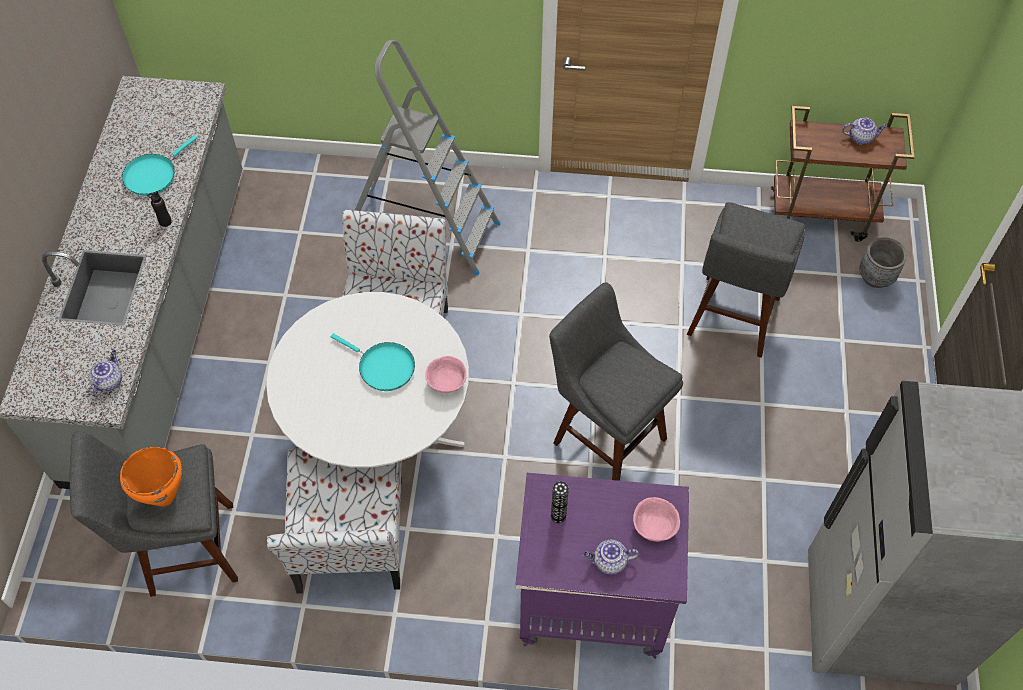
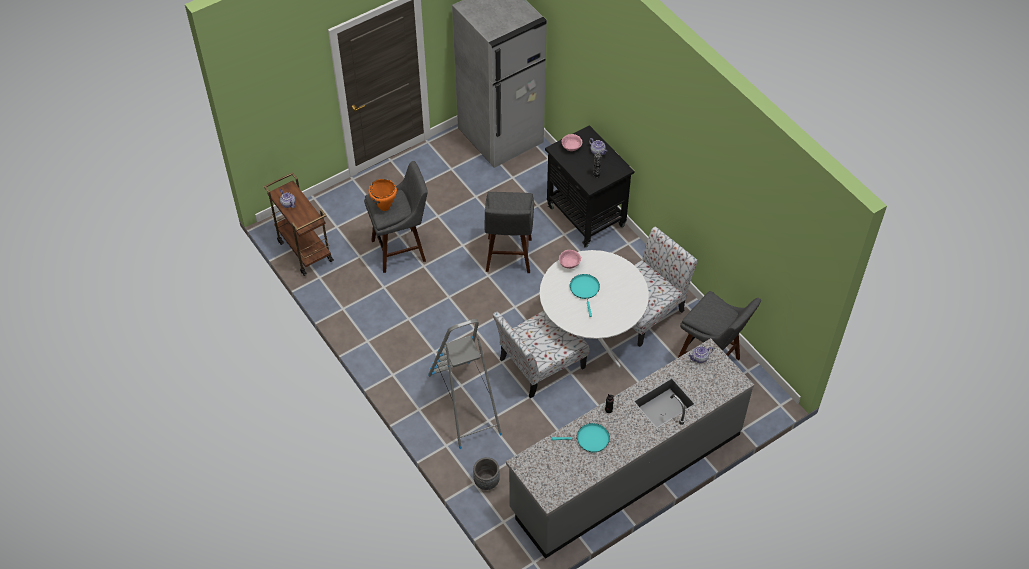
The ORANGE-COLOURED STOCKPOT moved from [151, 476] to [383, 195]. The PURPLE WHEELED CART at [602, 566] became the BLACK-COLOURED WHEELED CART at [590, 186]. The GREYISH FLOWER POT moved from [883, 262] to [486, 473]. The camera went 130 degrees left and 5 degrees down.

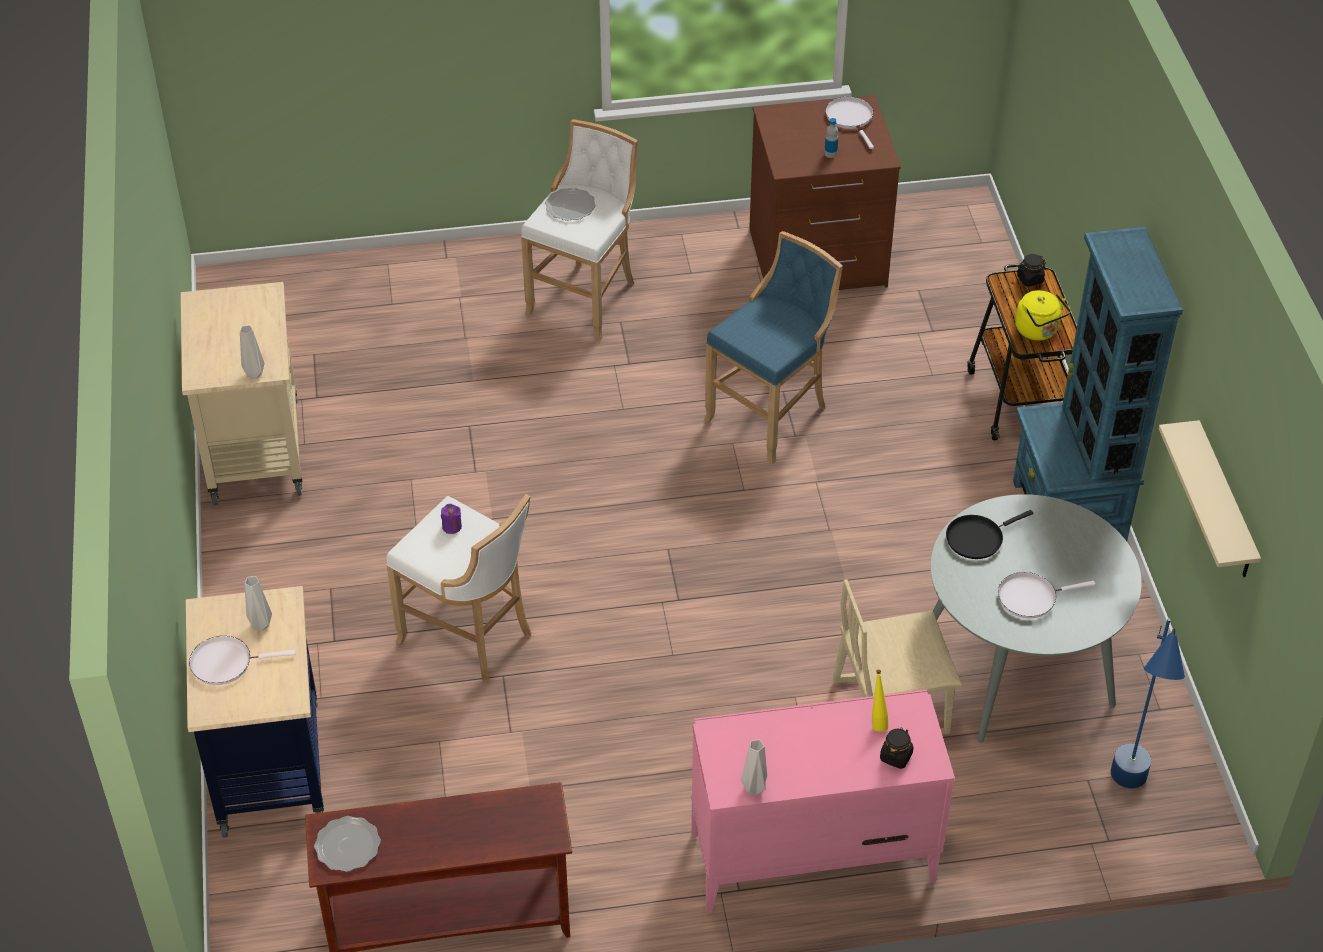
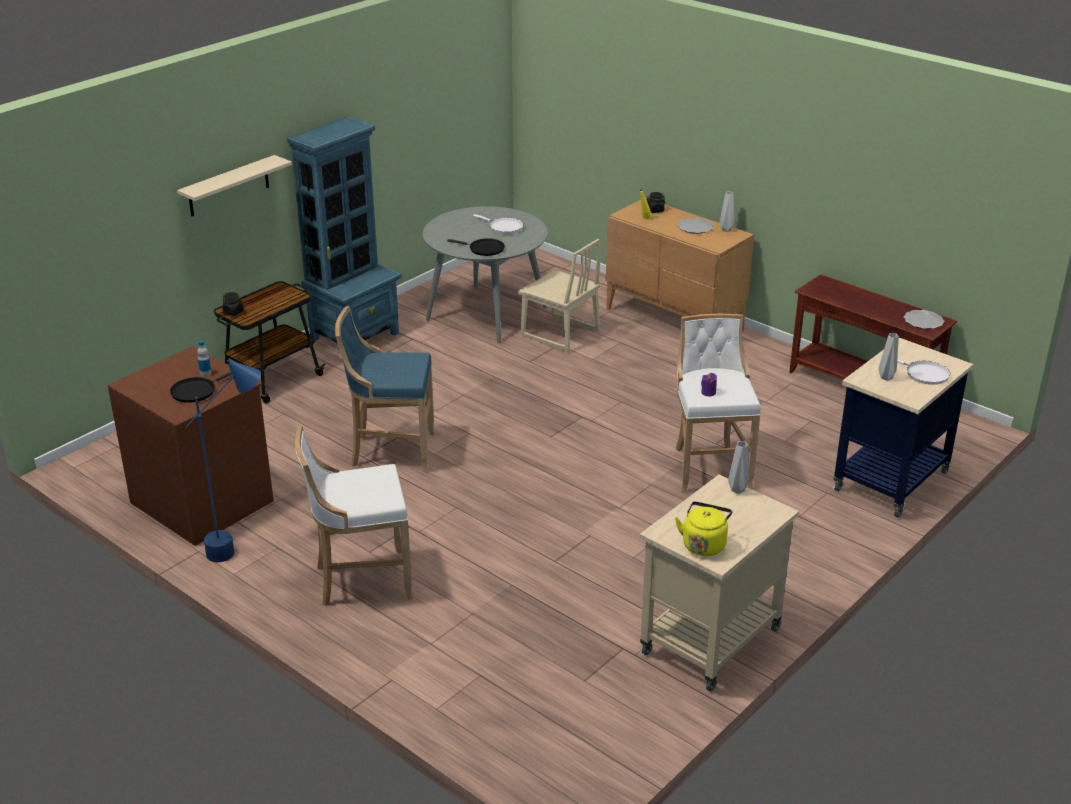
The PLATE moved from [570, 204] to [695, 226]. The PINKISH CABINET at [823, 801] became the BROWNISH CABINET at [680, 266]. The WHITE-COLOURED SKILLET at [849, 123] disappeared. The YELLOW TEA KETTLE moved from [1043, 315] to [703, 528]. The BLUE STANDARD LAMP moved from [1148, 703] to [223, 461]. The BEIGE-COLOURED WALL SHELF moved from [1209, 498] to [234, 185]. The BLACK-COLOURED SKILLET at [201, 387] appeared. The camera went 130 degrees left and 15 degrees down.

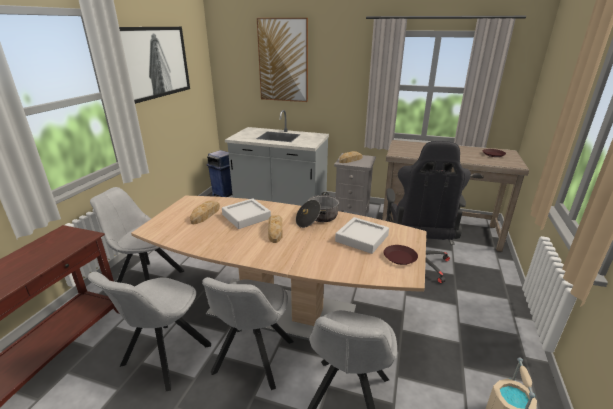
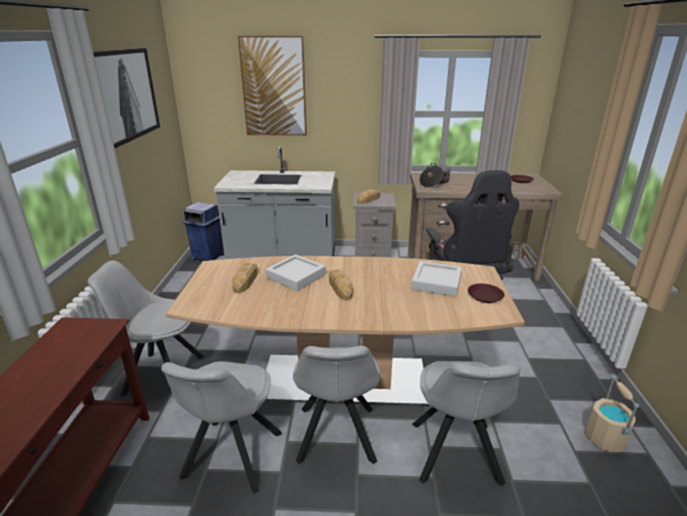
The STOCKPOT moved from [317, 210] to [435, 175]. The camera went 15 degrees left and 0 degrees up.

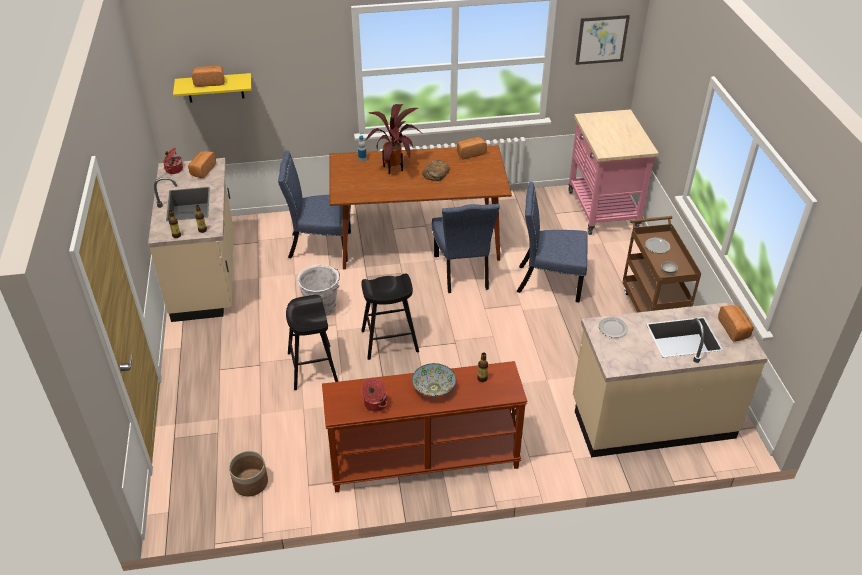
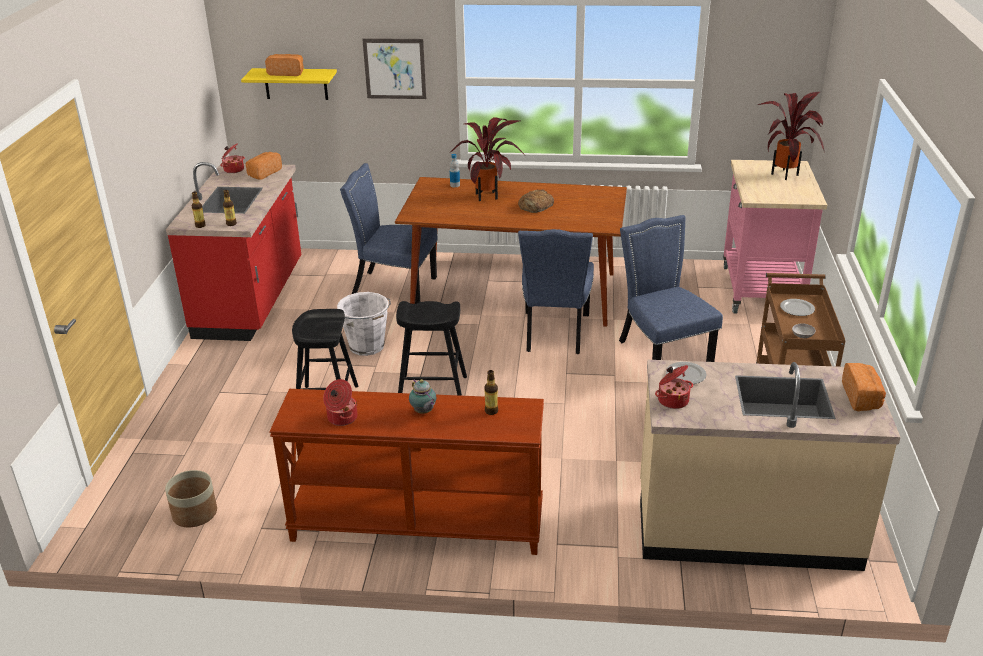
The BEIGE-COLOURED KITCHEN BASE UNIT at [190, 240] became the REDDISH KITCHEN BASE UNIT at [233, 251]. The BOWL at [434, 380] was replaced by the TEAPOT at [422, 396]. The BAKERY BREAD at [472, 148] disappeared. The BLUE UPRIGHT CHAIR at [552, 242] turned 45 degrees clockwise. The PICTURE moved from [603, 40] to [394, 68]. The STOCKPOT at [674, 387] appeared. The POTTED PLANT at [791, 136] appeared. The camera went 15 degrees right and 10 degrees down.

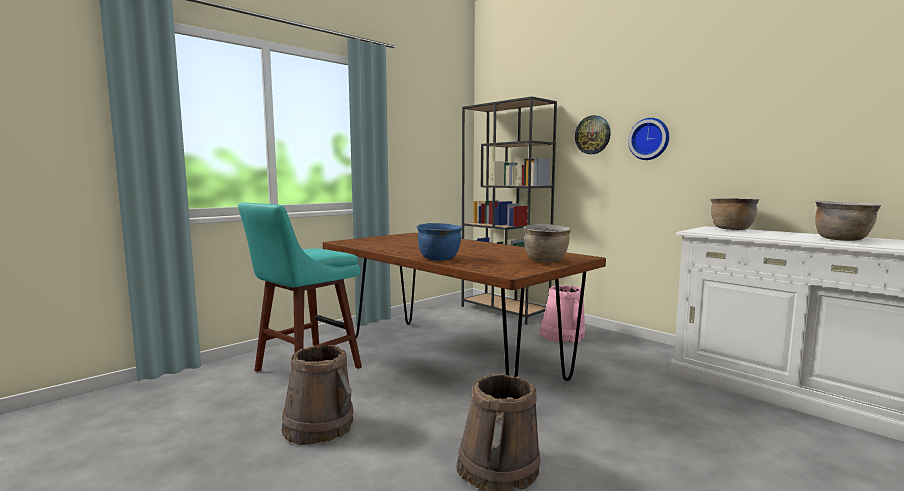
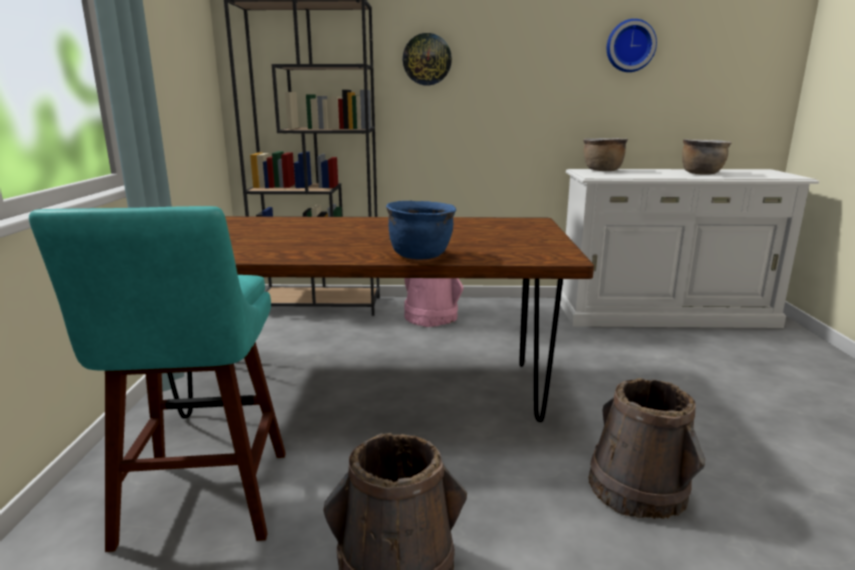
The BROWNISH STOCKPOT at [547, 243] disappeared. The WALL CLOCK moved from [648, 139] to [632, 45]. The camera went 45 degrees left and 10 degrees up.

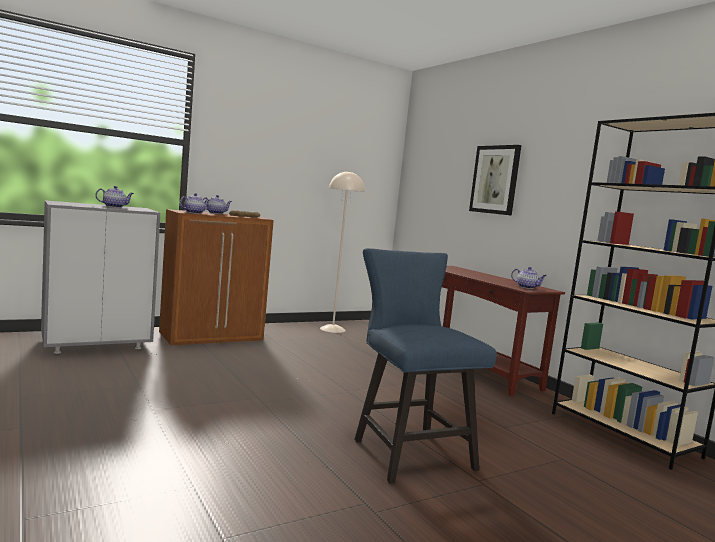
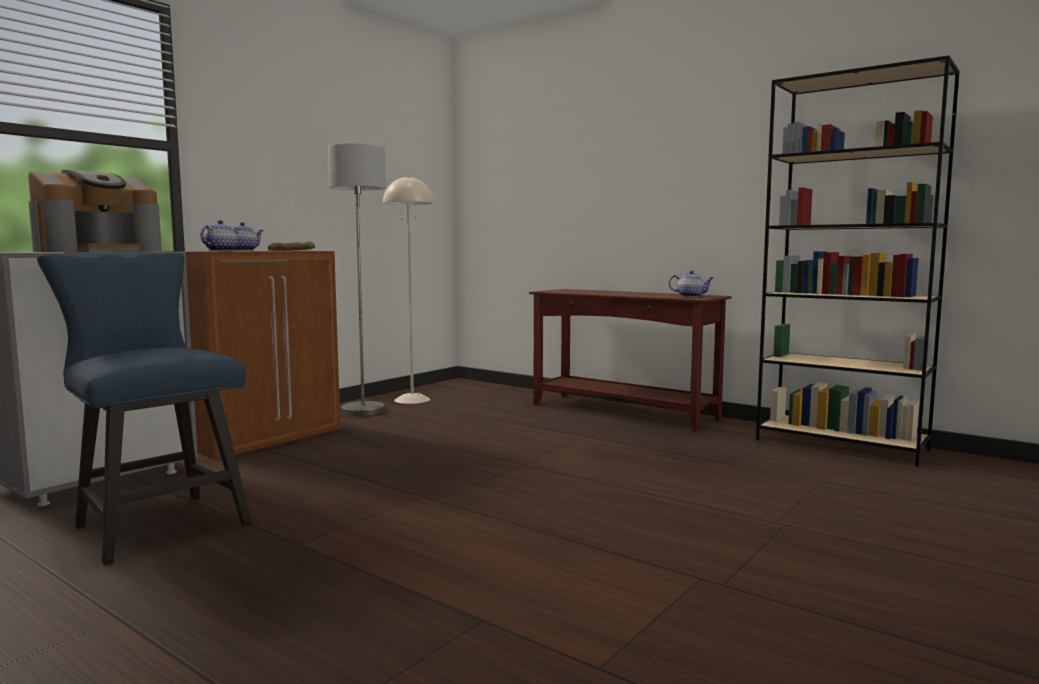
The TEAPOT at [114, 197] was replaced by the COFFEE MACHINE at [95, 211]. The BLUE UPRIGHT CHAIR moved from [426, 366] to [144, 409]. The PICTURE at [495, 180] disappeared. The GREYISH STANDARD LAMP at [357, 279] appeared. The camera went 20 degrees left and 0 degrees up.

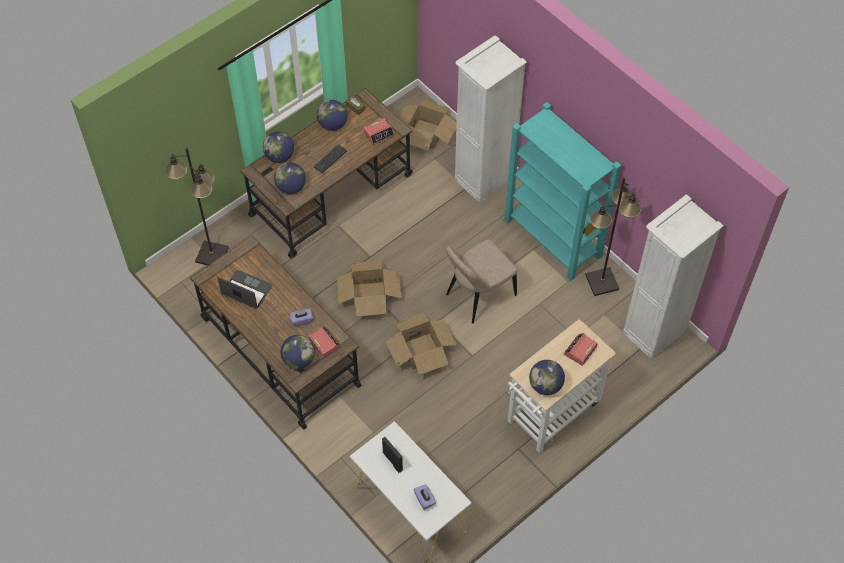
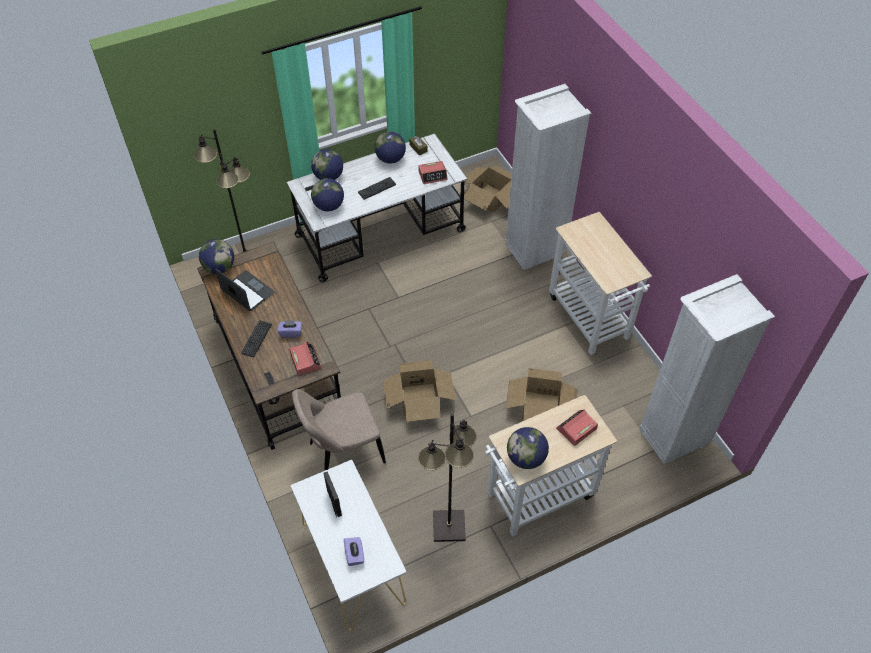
The BROWNISH DESK TABLE at [326, 173] became the WHITE-COLOURED DESK TABLE at [376, 208]. The GLOBE moved from [297, 352] to [216, 256]. The PACKING BOX moved from [369, 289] to [542, 394]. The BEIGE-COLOURED UPRIGHT CHAIR moved from [481, 281] to [339, 430]. The TURQUOISE-COLOURED SHELVING UNIT at [562, 191] was replaced by the WHITE-COLOURED WHEELED CART at [600, 283]. The BLACK-COLOURED STANDARD LAMP moved from [613, 236] to [447, 477]. The KEYBOARD at [256, 338] appeared. The camera went 15 degrees right and 5 degrees down.

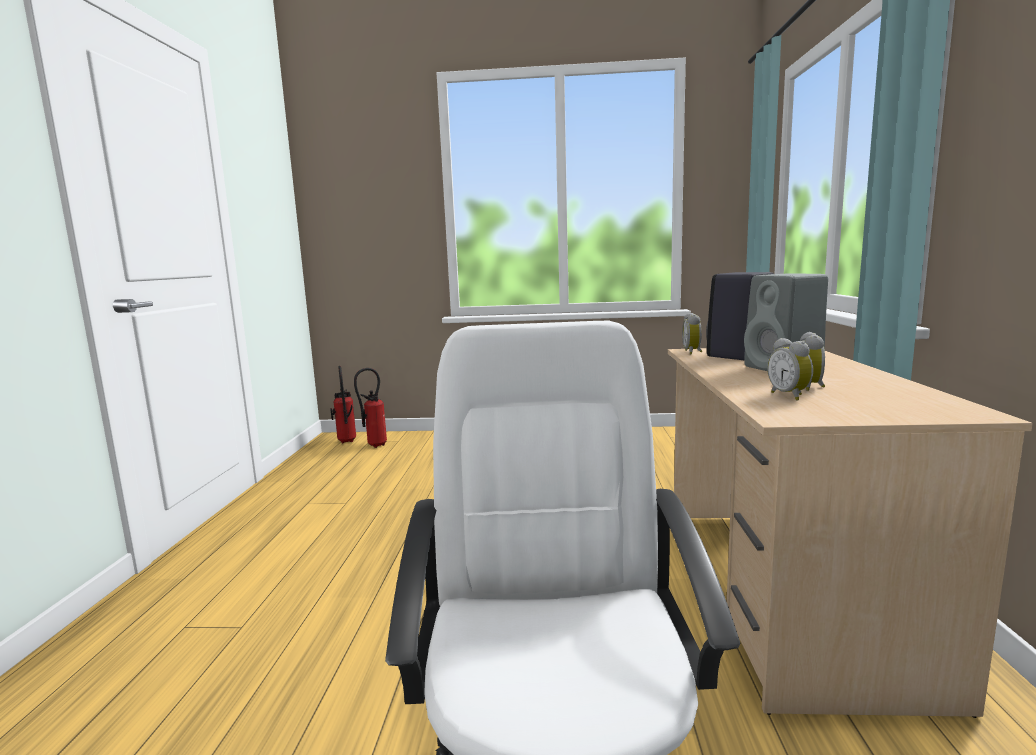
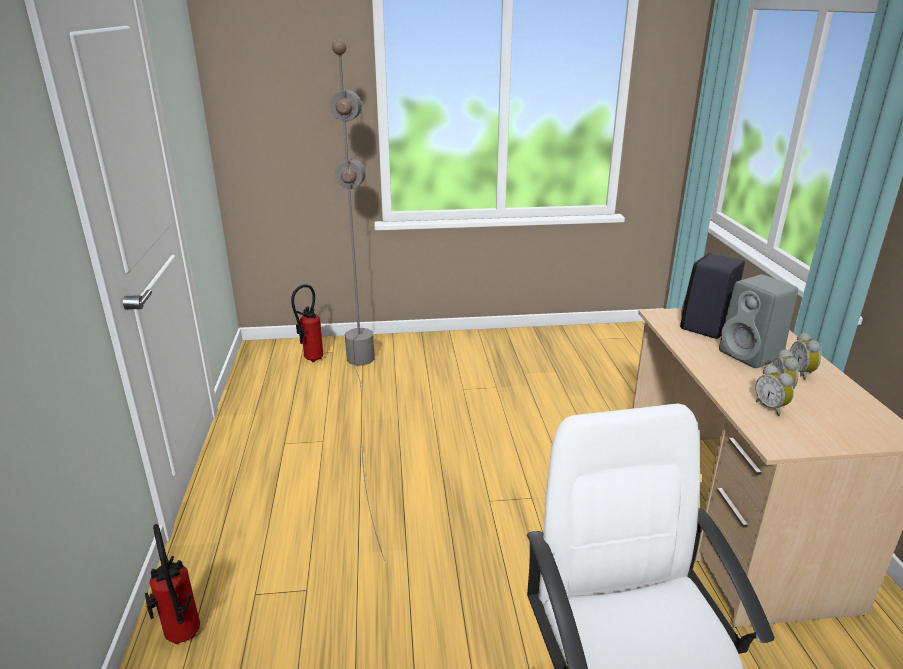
The FIRE EXTINGUISHER moved from [343, 404] to [172, 584]. The ALARM CLOCK moved from [692, 333] to [805, 356]. The GREYISH STANDARD LAMP at [357, 300] appeared. The camera went 10 degrees left and 15 degrees up.

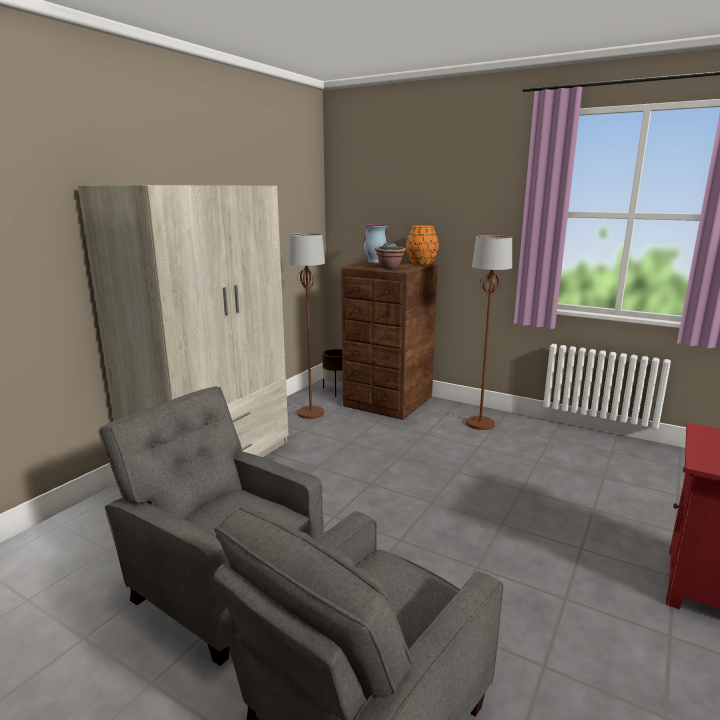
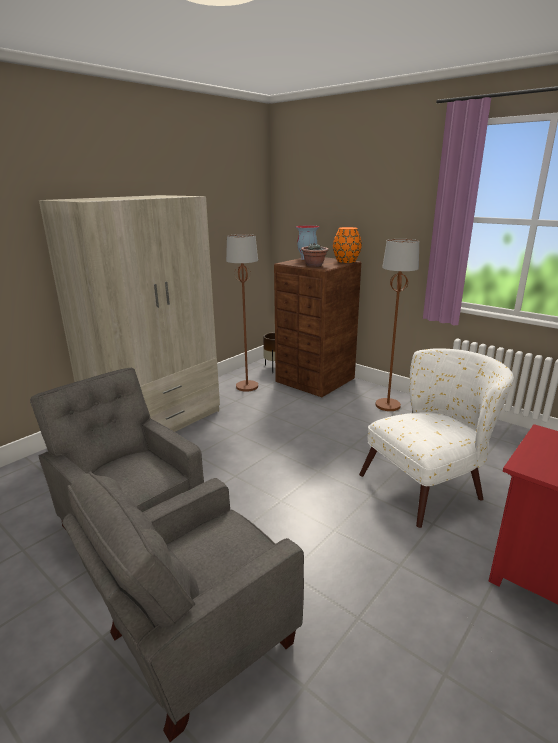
The WHITE-COLOURED EASY CHAIR at [436, 438] appeared. The camera went 10 degrees right and 5 degrees up.

